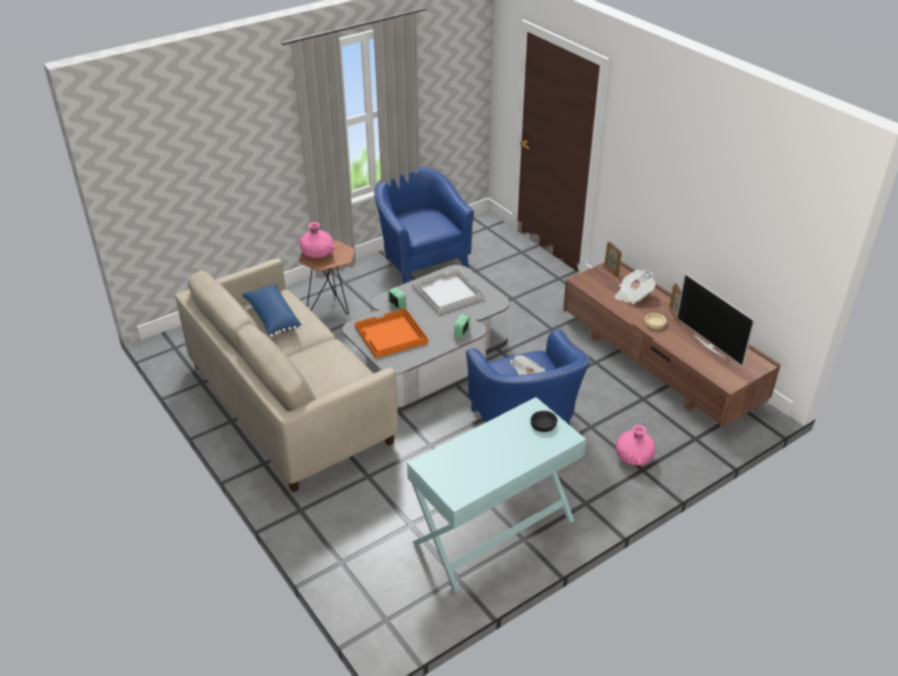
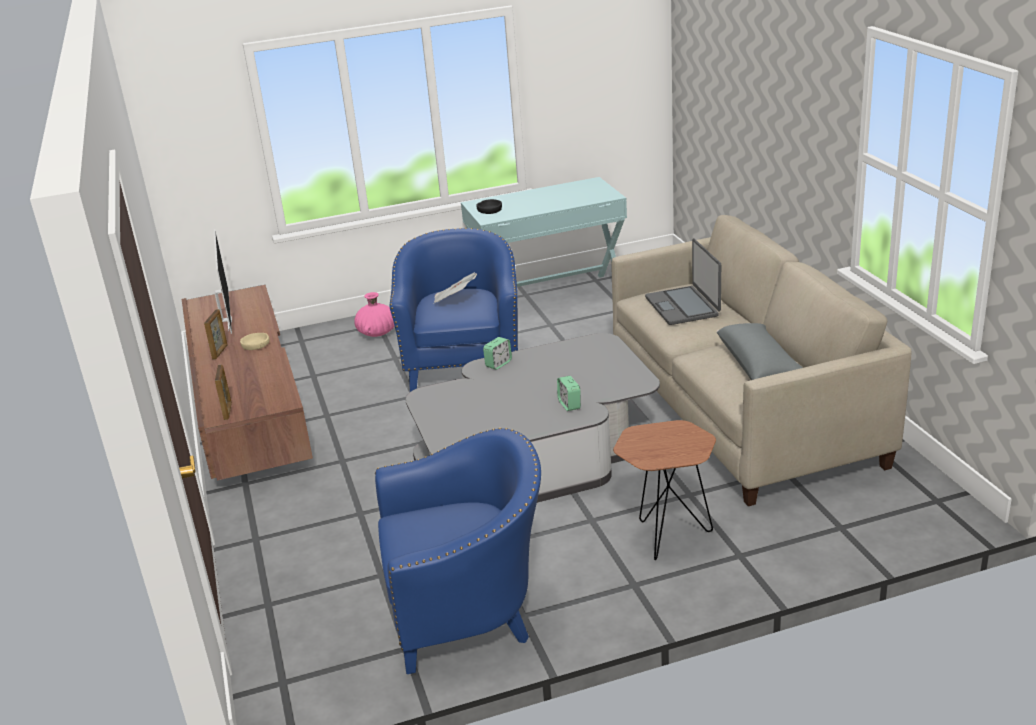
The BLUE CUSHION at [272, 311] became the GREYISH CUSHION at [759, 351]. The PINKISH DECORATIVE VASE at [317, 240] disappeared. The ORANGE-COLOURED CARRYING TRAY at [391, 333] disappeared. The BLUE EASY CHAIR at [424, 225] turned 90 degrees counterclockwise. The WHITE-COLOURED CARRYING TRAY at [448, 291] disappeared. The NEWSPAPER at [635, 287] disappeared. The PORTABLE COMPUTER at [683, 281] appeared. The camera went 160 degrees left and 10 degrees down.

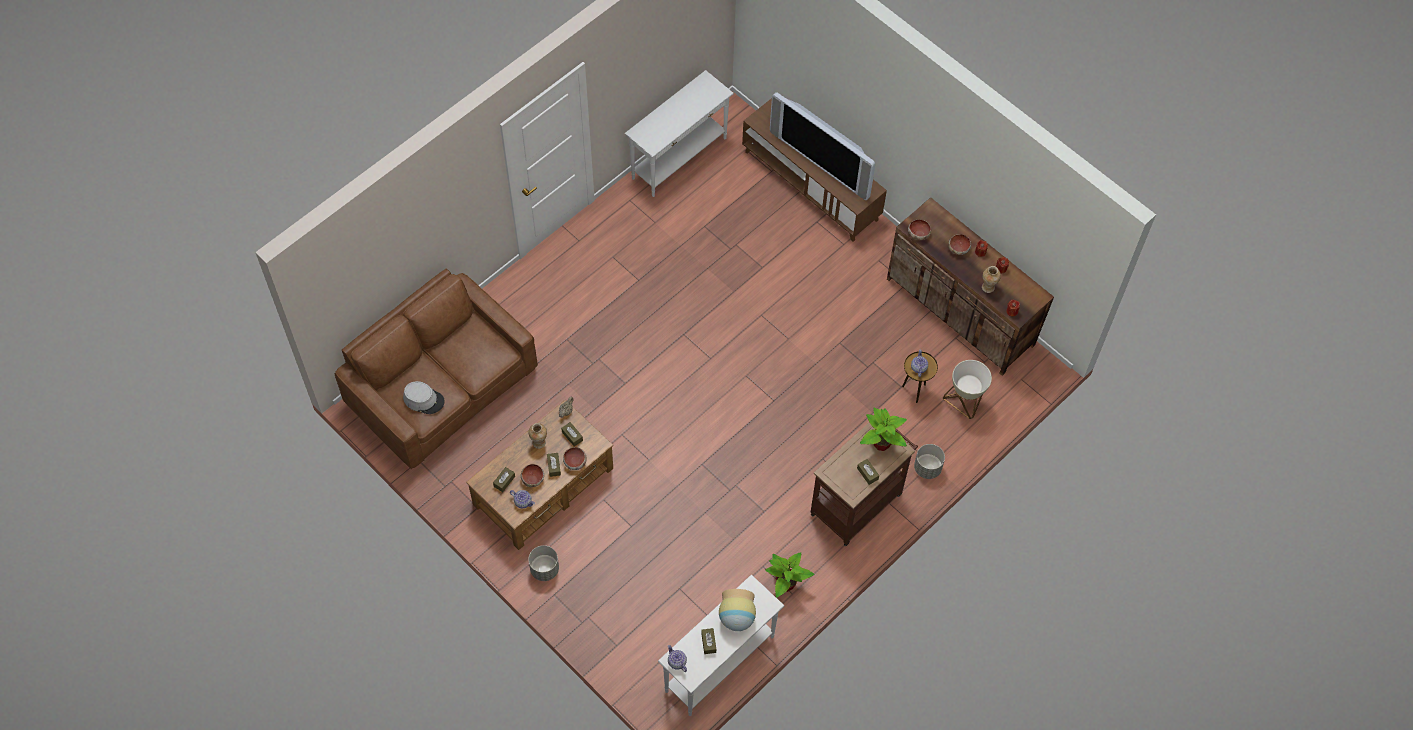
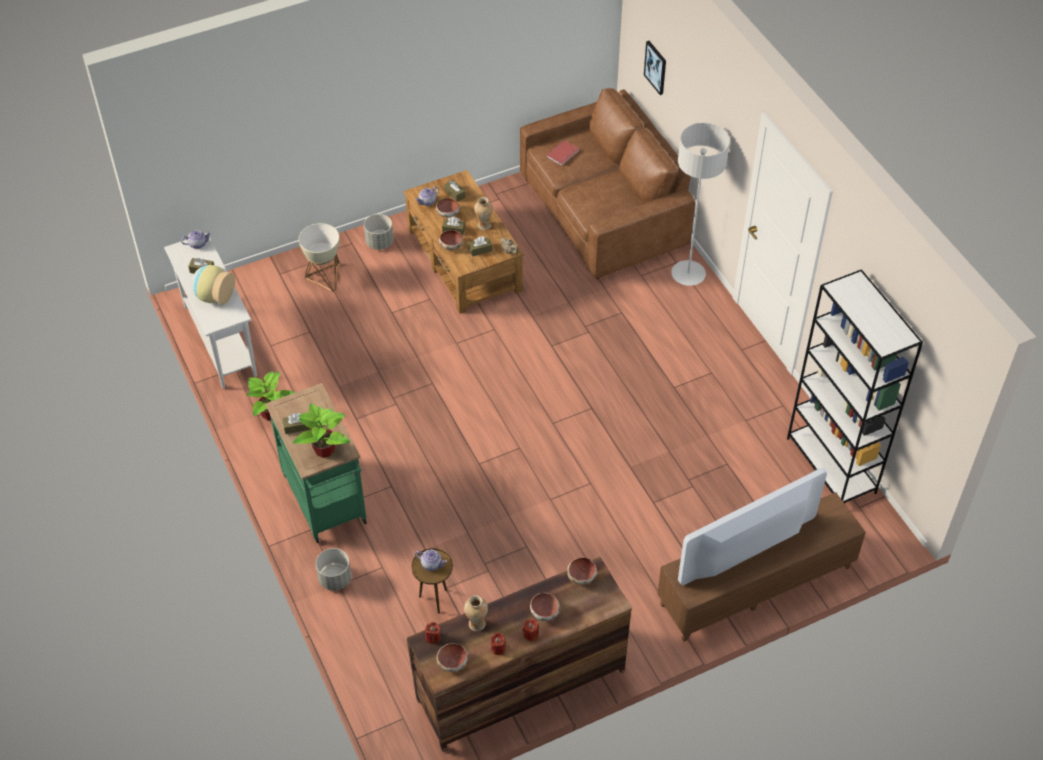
The GREYISH CLOTHING HAT at [424, 397] was replaced by the REDDISH BOUND BOOK at [562, 153]. The WHITE-COLOURED CONSOLE TABLE at [679, 133] was replaced by the WHITE-COLOURED SHELVING UNIT at [855, 386]. The BROWNISH WHEELED CART at [864, 484] became the GREEN-COLOURED WHEELED CART at [316, 463]. The FLOWER POT moved from [967, 389] to [319, 257]. The BOWL at [452, 657] appeared. The PICTURE at [655, 68] appeared. The GREYISH STANDARD LAMP at [700, 204] appeared. The camera went 110 degrees right and 10 degrees down.

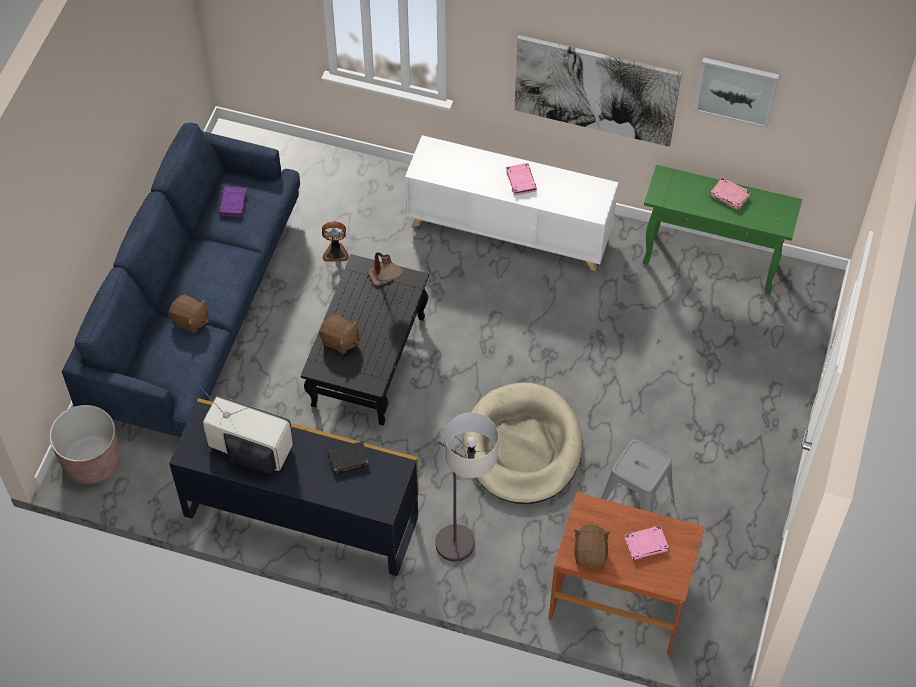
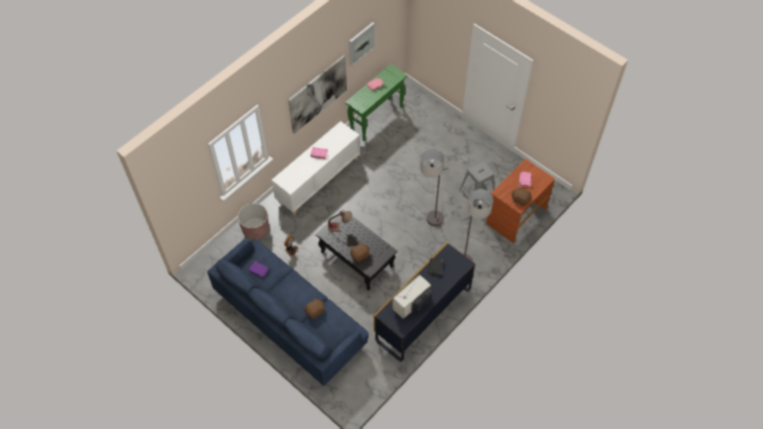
The BROWNISH FLOWER POT moved from [84, 444] to [253, 221]. The BEIGE-COLOURED PET BED at [523, 443] was replaced by the GREYISH STANDARD LAMP at [434, 187]. The camera went 65 degrees left and 0 degrees up.

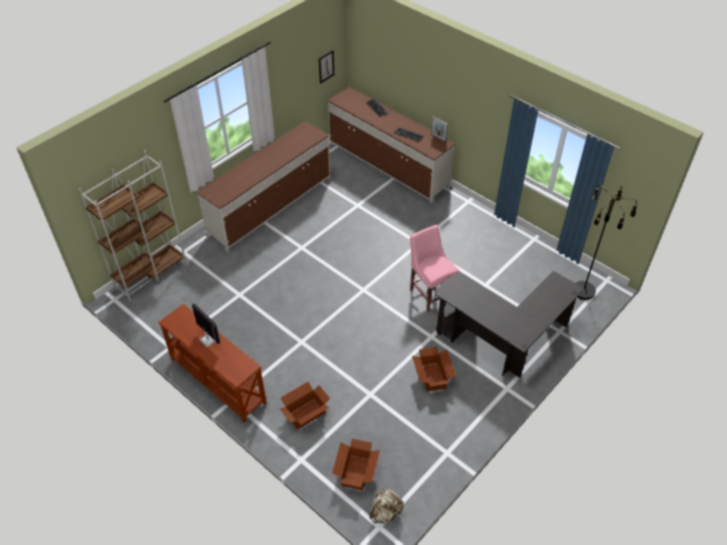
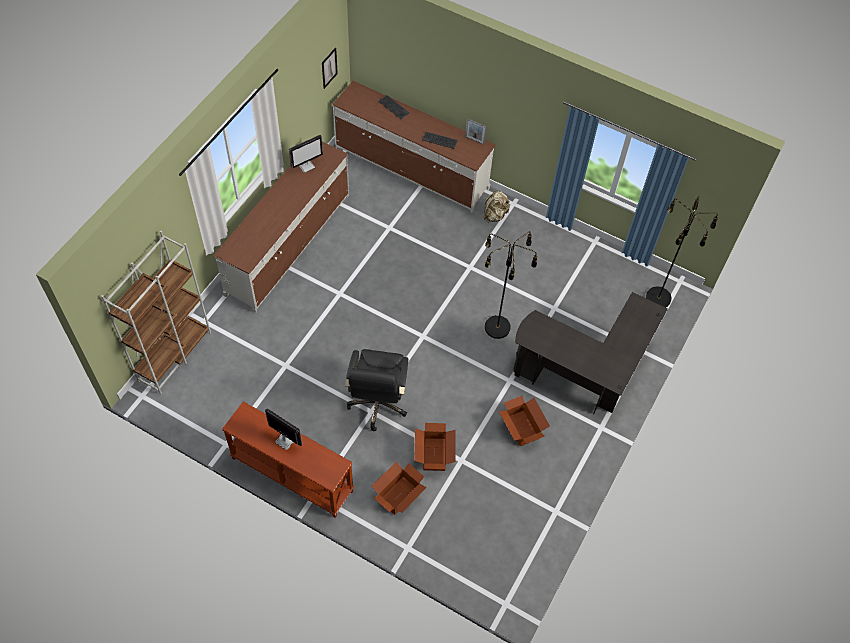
The PACKING BOX moved from [356, 464] to [435, 447]. The BEIGE-COLOURED RUCKSACK moved from [386, 506] to [496, 207]. The PINKISH UPRIGHT CHAIR at [434, 268] was replaced by the STANDARD LAMP at [511, 285]. The COMPUTER SCREEN at [306, 154] appeared. The BLACK-COLOURED OFFICE CHAIR at [376, 390] appeared. The camera went 15 degrees left and 10 degrees up.

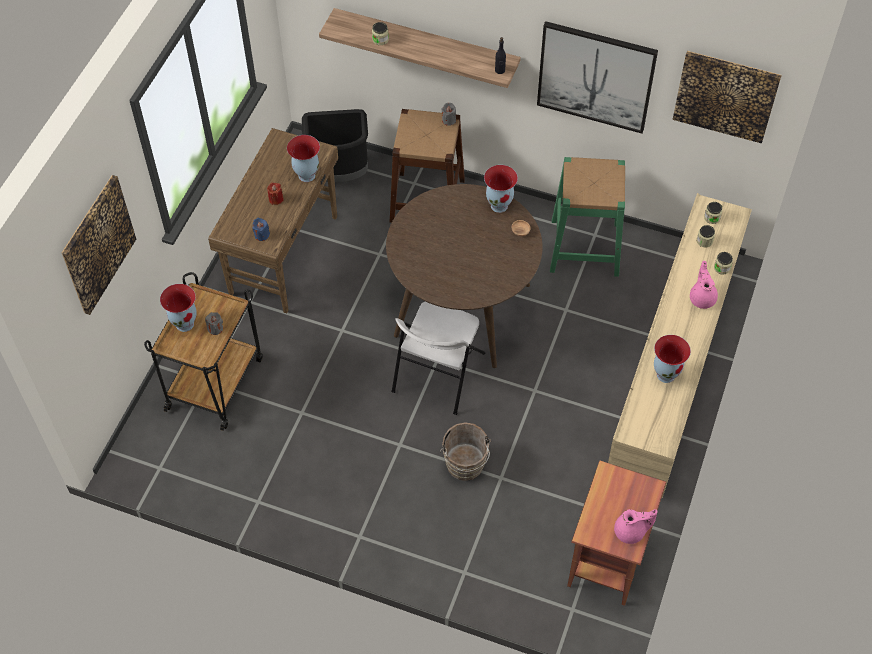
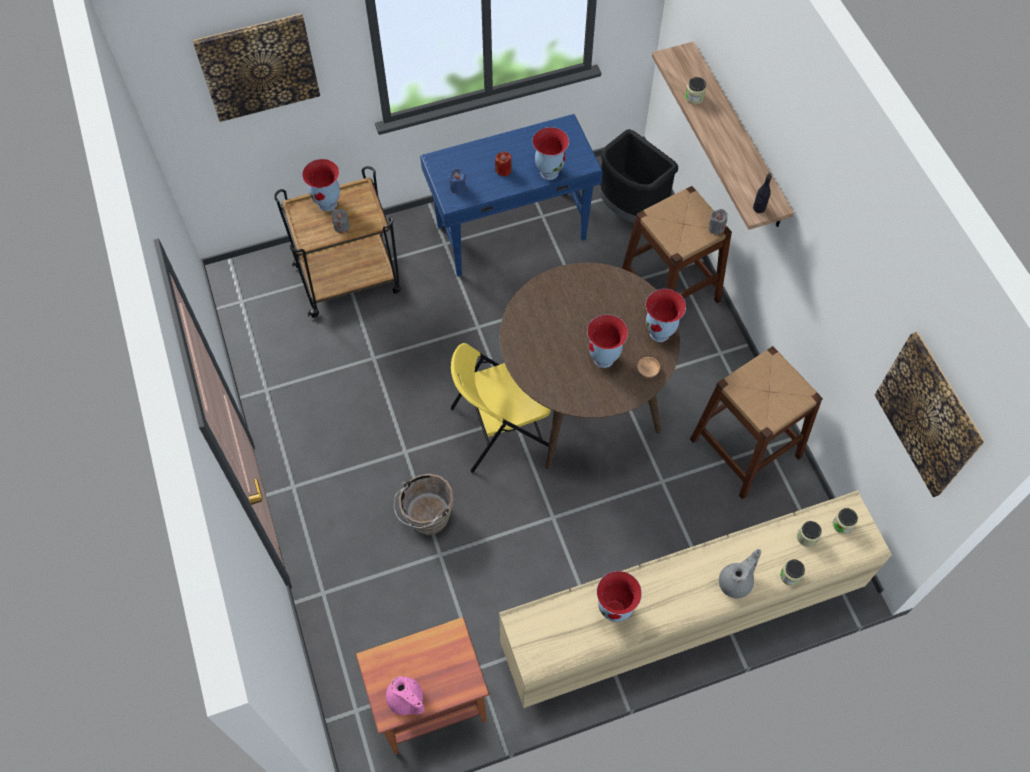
The BROWNISH CONSOLE TABLE at [273, 220] became the BLUE CONSOLE TABLE at [511, 195]. The WHITE-COLOURED UPRIGHT CHAIR at [438, 358] became the YELLOW UPRIGHT CHAIR at [503, 408]. The PICTURE at [597, 77] disappeared. The GREEN-COLOURED SITTING STOOL at [587, 217] became the BROWNISH SITTING STOOL at [756, 422]. The PINKISH TEAPOT at [704, 285] became the GREYISH TEAPOT at [740, 573]. The DECORATIVE VASE at [607, 341] appeared. The camera went 50 degrees right and 5 degrees up.

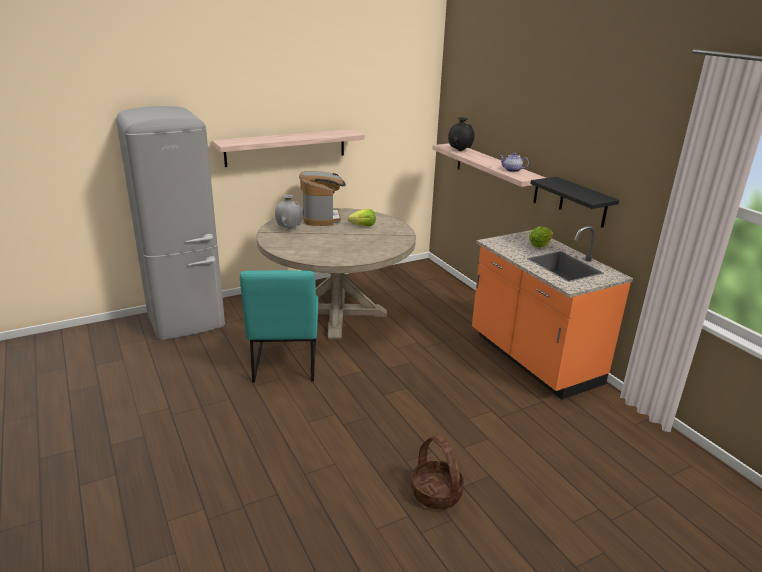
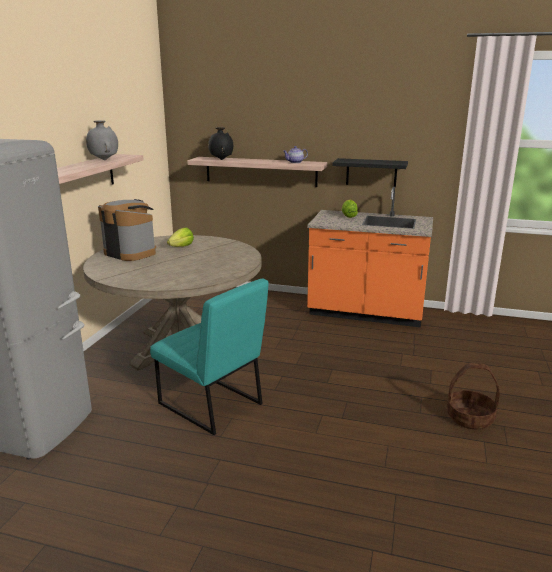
The GREYISH DECORATIVE VASE moved from [289, 212] to [102, 140]. The camera went 45 degrees left and 5 degrees down.

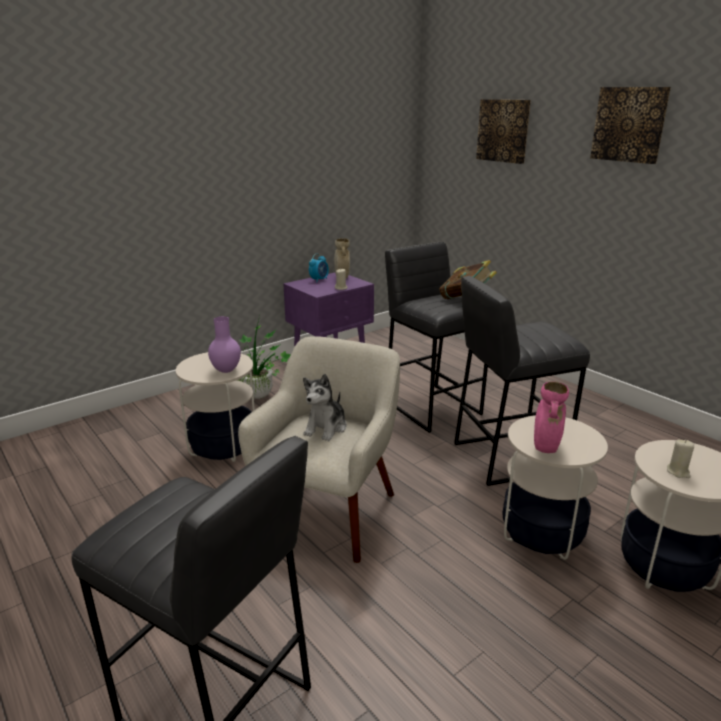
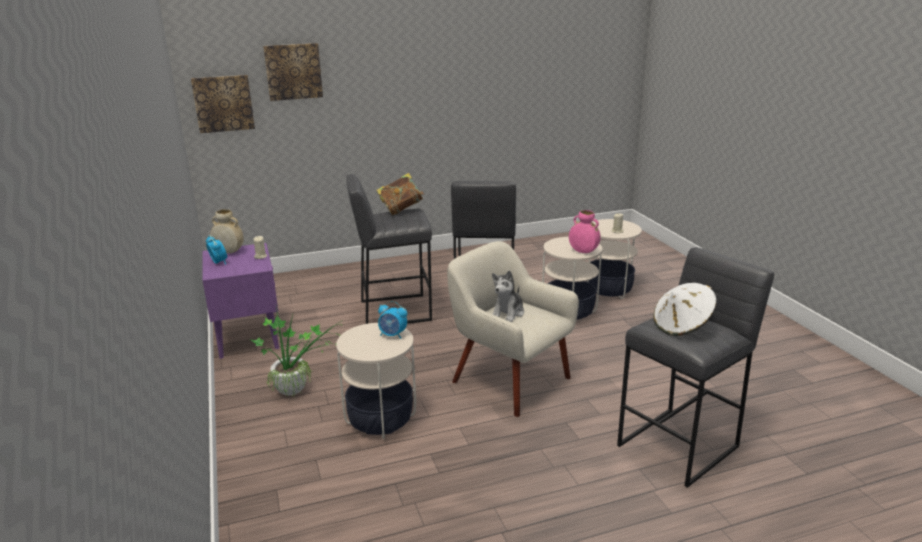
The PURPLE DECORATIVE VASE at [224, 344] was replaced by the ALARM CLOCK at [392, 320]. The SOFT TOY at [325, 407] turned 75 degrees clockwise. The PICTURE moved from [630, 125] to [223, 104]. The WHITE-COLOURED CLOTHING HAT at [685, 309] appeared. The camera went 70 degrees left and 0 degrees up.

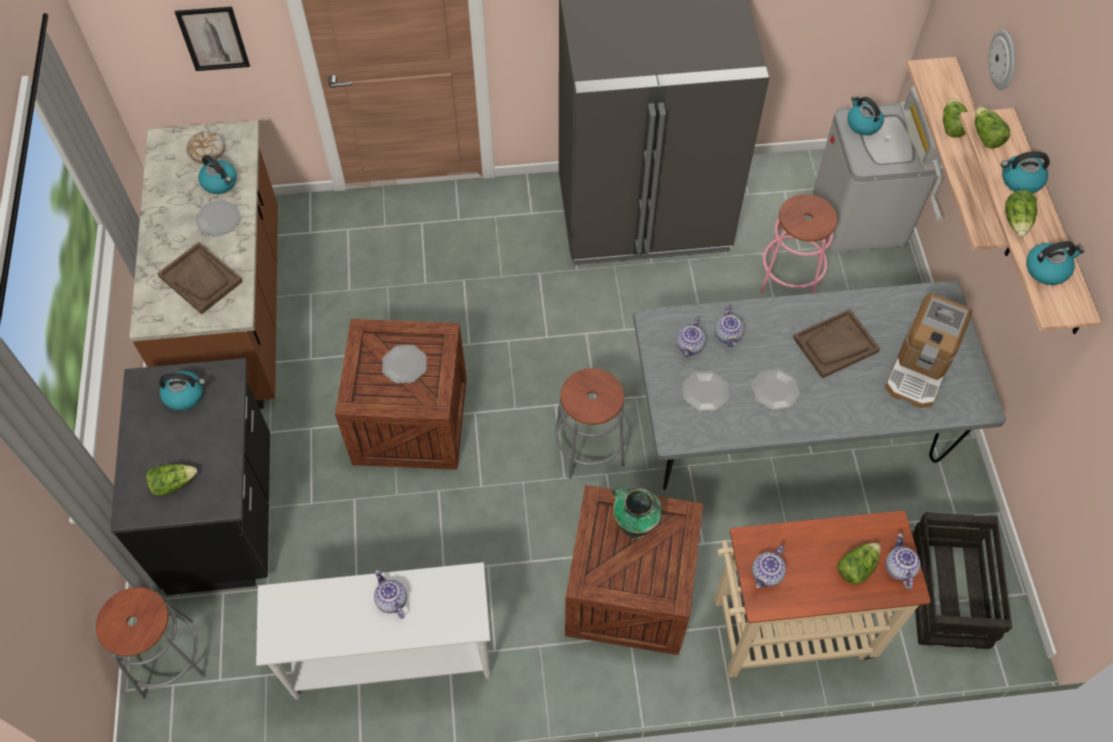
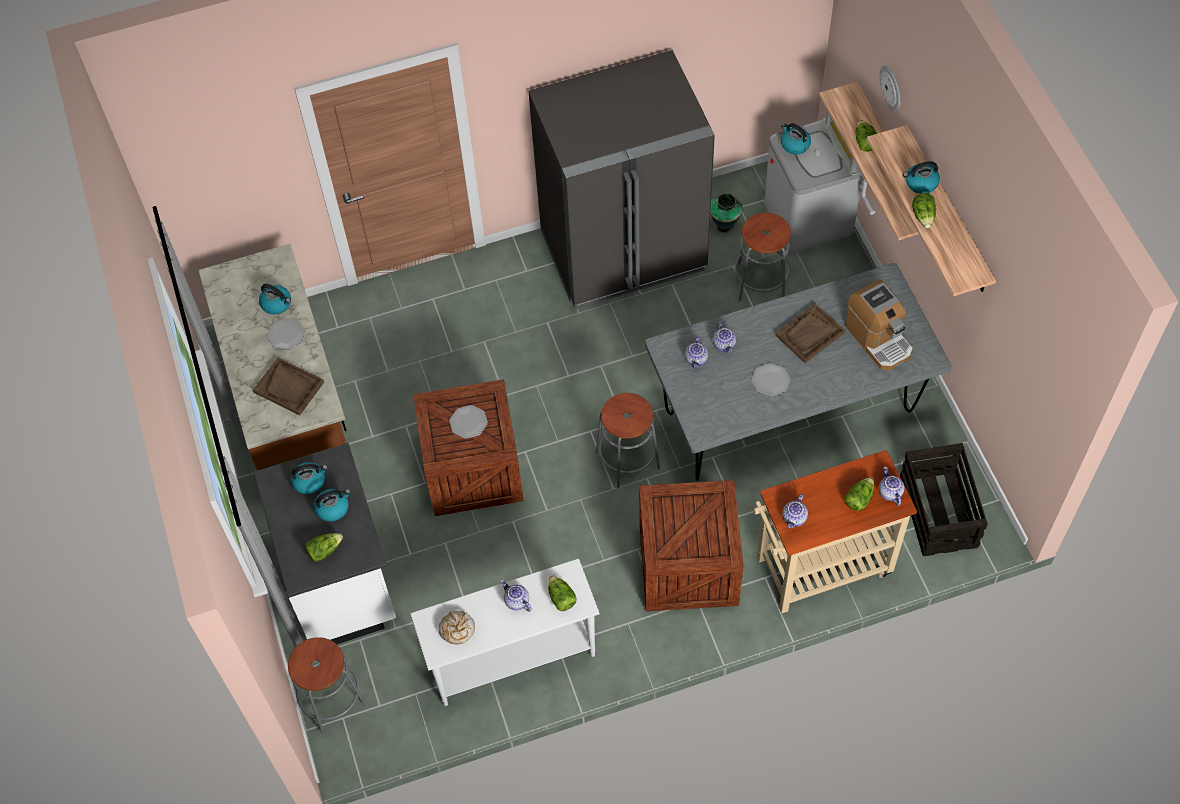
The BLACK-COLOURED KITCHEN BASE UNIT at [190, 476] became the WHITE-COLOURED KITCHEN BASE UNIT at [325, 543]. The PICTURE at [212, 39] disappeared. The BAKERY BREAD moved from [205, 146] to [456, 628]. The DECORATIVE VASE moved from [637, 513] to [726, 212]. The PLATE at [705, 391] disappeared. The PINKISH SITTING STOOL at [798, 243] became the GREYISH SITTING STOOL at [763, 257]. The COFFEE MACHINE at [928, 350] turned 45 degrees counterclockwise. The HEAD OF LETTUCE moved from [992, 128] to [562, 593]. The TEA KETTLE moved from [1055, 263] to [332, 505]. The camera went 10 degrees left and 0 degrees up.

